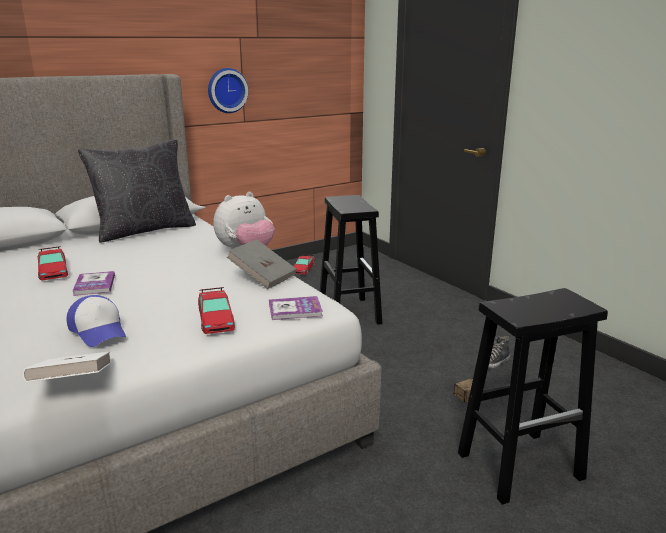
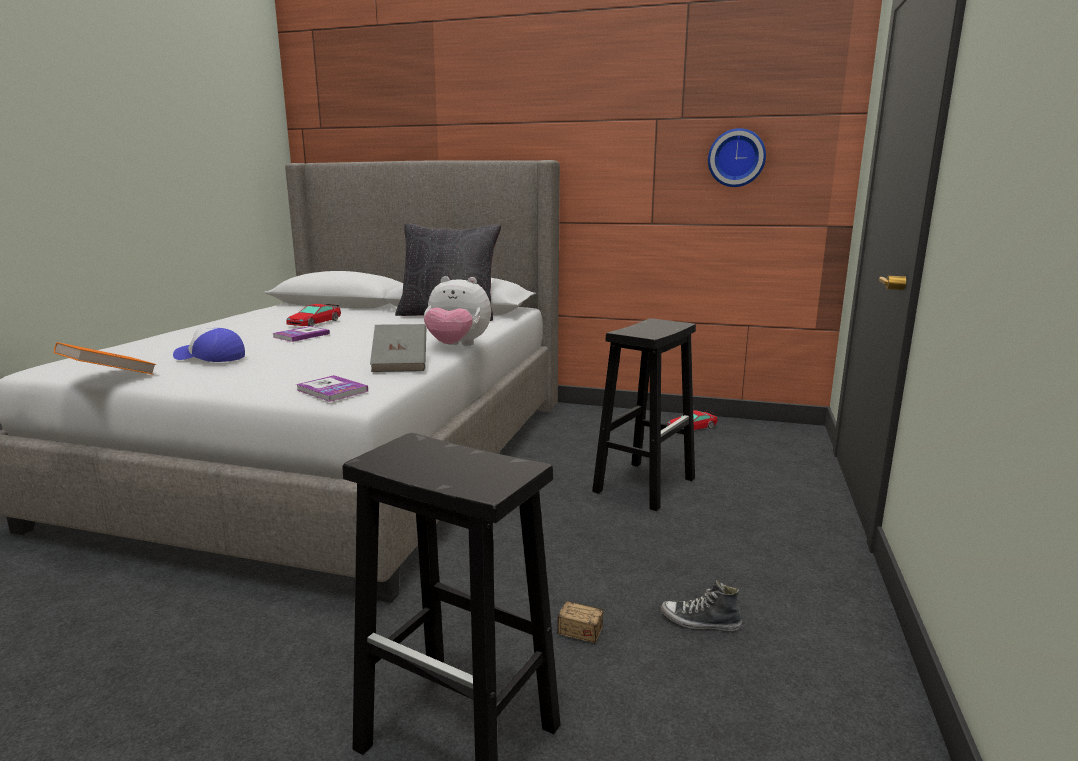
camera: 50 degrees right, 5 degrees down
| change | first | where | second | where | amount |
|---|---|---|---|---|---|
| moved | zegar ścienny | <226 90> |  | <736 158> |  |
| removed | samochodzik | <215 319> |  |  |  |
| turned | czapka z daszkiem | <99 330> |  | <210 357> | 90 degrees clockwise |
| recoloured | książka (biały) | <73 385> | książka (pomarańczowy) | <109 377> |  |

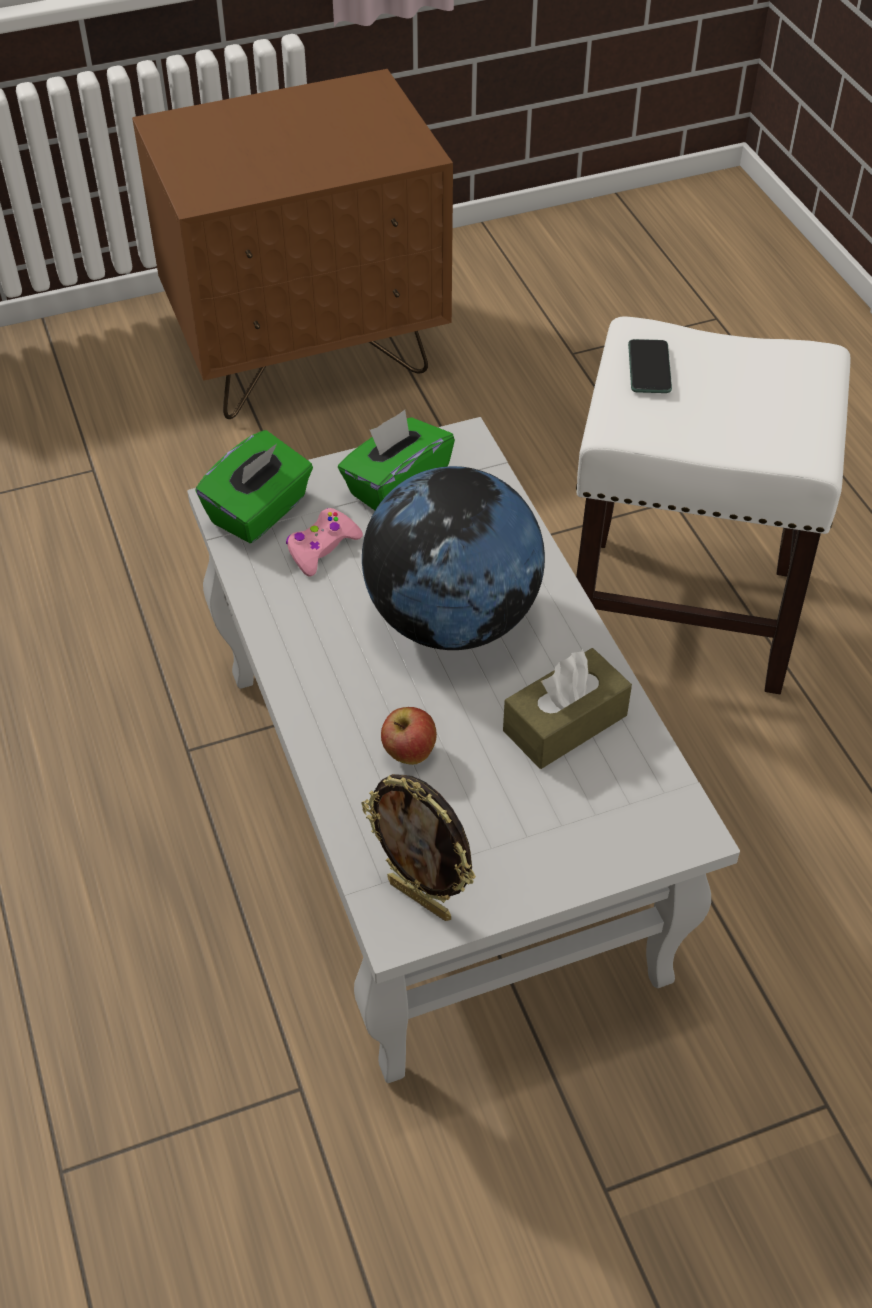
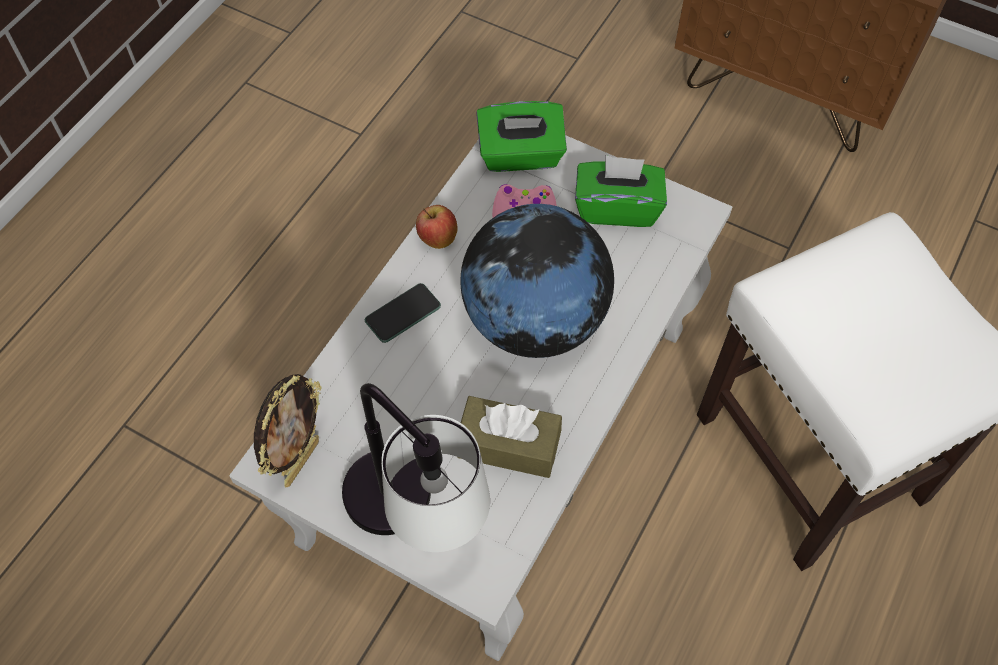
camera: 50 degrees right, 10 degrees up
| change | first | where | second | where | amount |
|---|---|---|---|---|---|
| moved | telefon | <649 368> |  | <403 314> |  |
| moved | jabłko | <409 753> |  | <437 239> |  |
| turned | ramka na zdjęcie | <421 898> |  | <300 462> | 150 degrees counterclockwise |
| added |  |  | lampa stołowa | <416 523> |  |

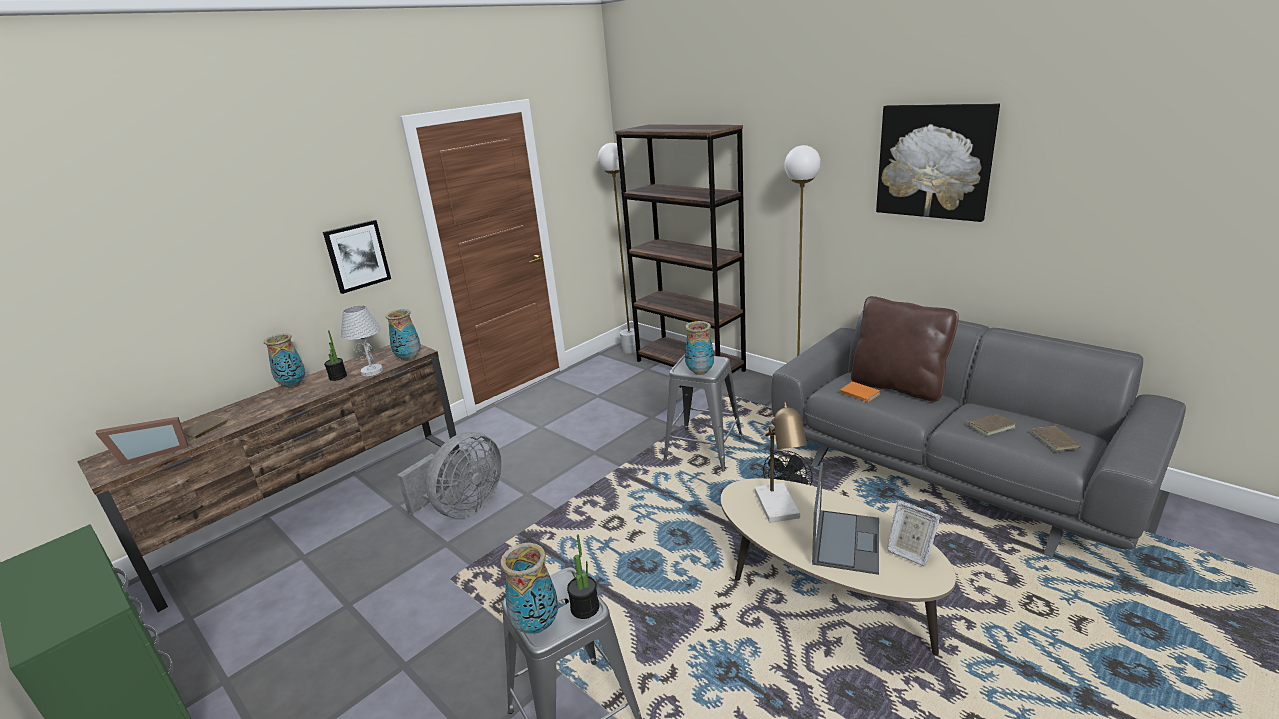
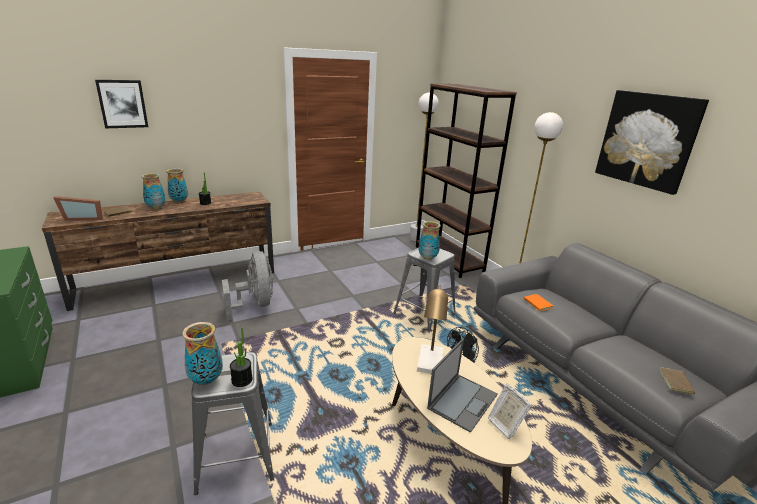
camera: 15 degrees right, 0 degrees up
| change | first | where | second | where | amount |
|---|---|---|---|---|---|
| moved | obraz | <357 256> |  | <122 104> |  |
| removed | poduszka (brązowy) | <898 386> |  |  |  |
| removed | lampa stołowa (biały) | <372 371> |  |  |  |
| moved | wazon | <408 358> |  | <156 208> |  |
| removed | książka (brązowy) | <990 426> |  |  |  |
| turned | wentylator (szary) | <463 508> |  | <255 305> | 75 degrees counterclockwise |

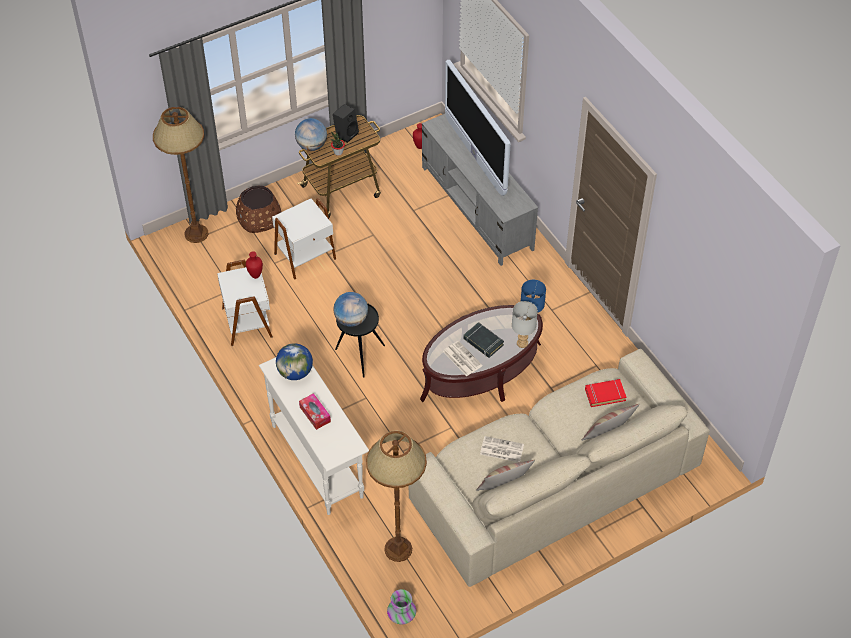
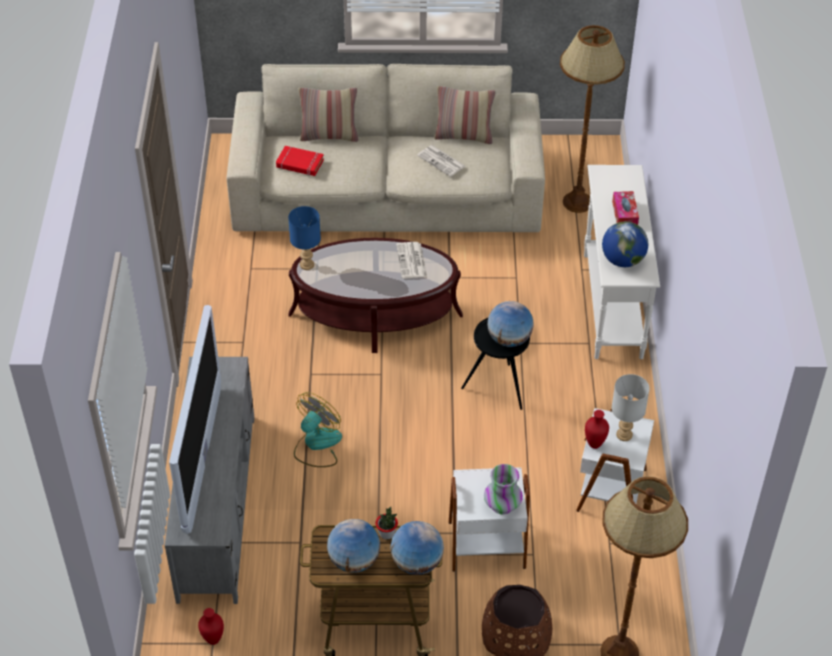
camera: 150 degrees left, 5 degrees down
| change | first | where | second | where | amount |
|---|---|---|---|---|---|
| replaced | głośnik (czarny) | <346 133> | globus | <354 561> |  |
| moved | lampa stołowa (szary) | <522 343> |  | <625 435> |  |
| removed | książka (czarny) | <483 342> |  |  |  |
| moved | wazon | <401 616> |  | <502 505> |  |
| added |  |  | wentylator | <317 445> |  |

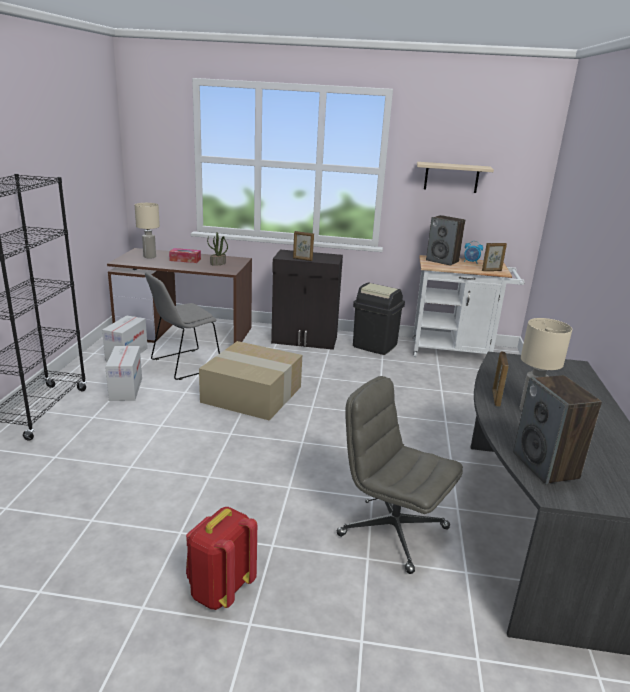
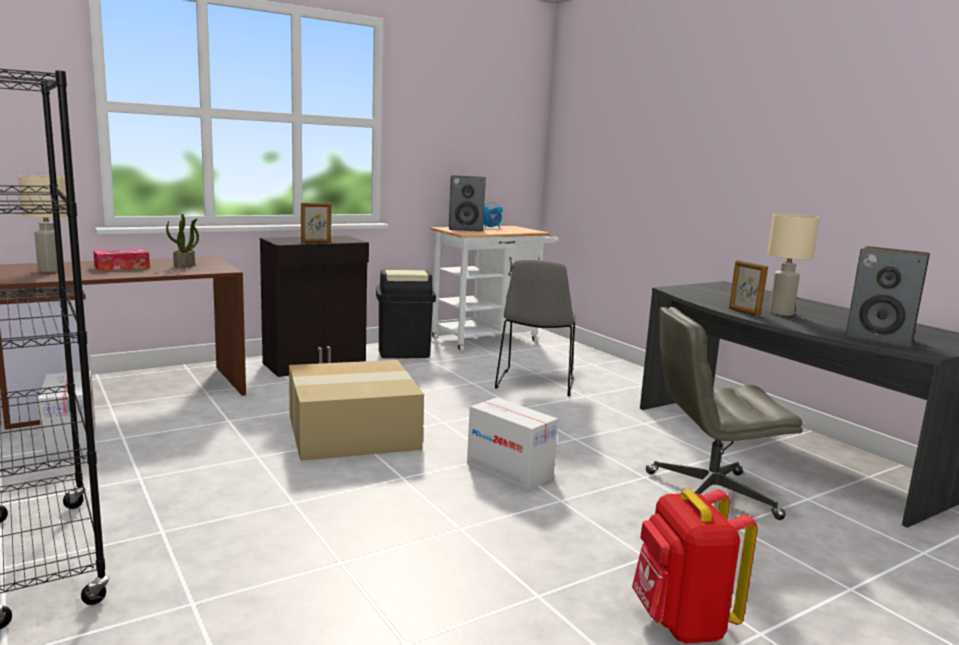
camera: 40 degrees left, 10 degrees down
| change | first | where | second | where | amount |
|---|---|---|---|---|---|
| removed | półka (beżowy) | <451 177> |  |  |  |
| removed | ramka na zdjęcie | <492 270> |  |  |  |
| moved | krzesło (szary) | <183 365> |  | <535 384> |  |
| moved | karton | <126 389> |  | <509 471> |  |

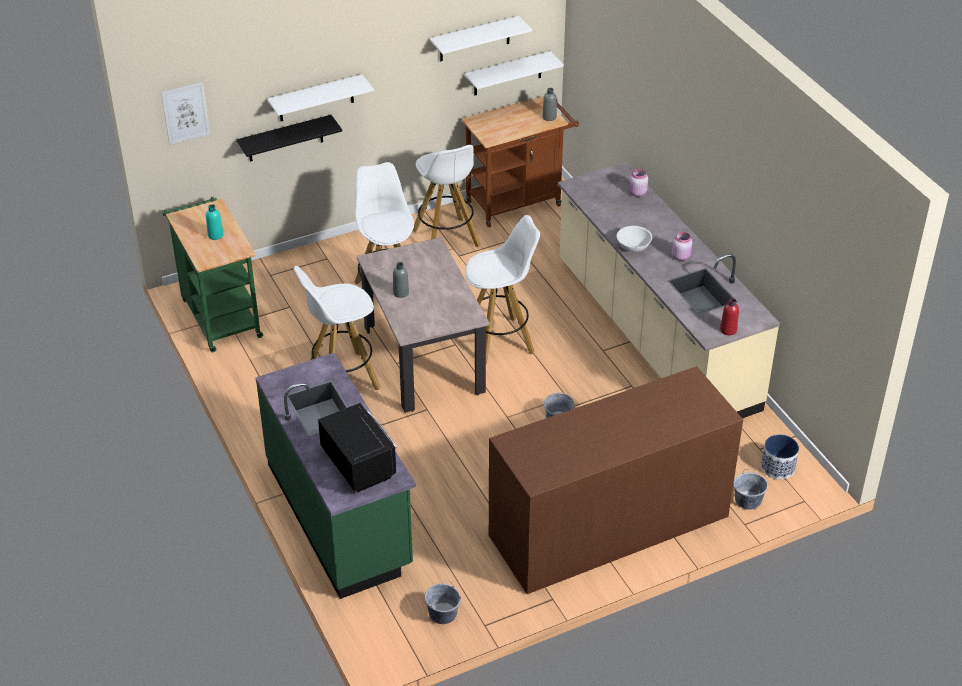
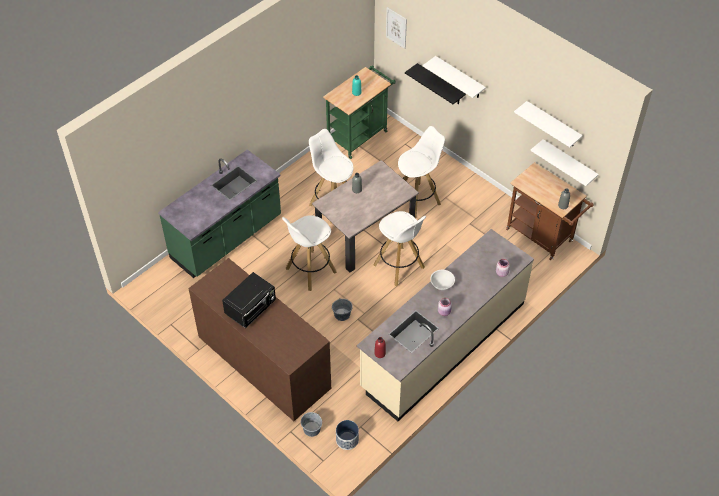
camera: 70 degrees right, 10 degrees up
| change | first | where | second | where | amount |
|---|---|---|---|---|---|
| moved | stołek (biały) | <446 239> |  | <310 271> |  |
| moved | mikrofalówka (czarny) | <358 463> |  | <251 309> |  |
| removed | wiadro (szary) | <442 613> |  |  |  |

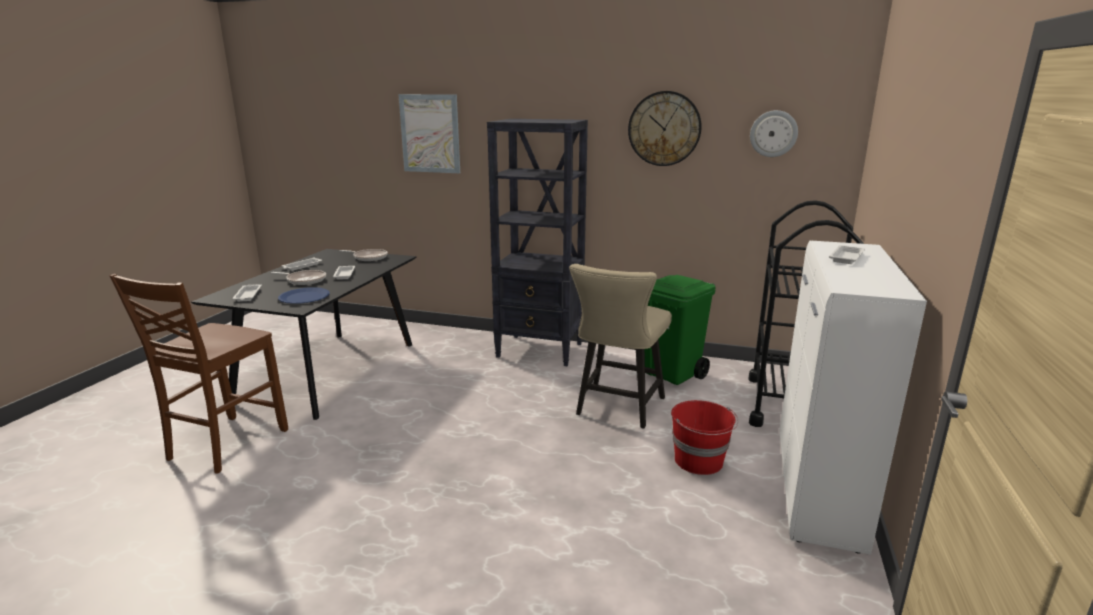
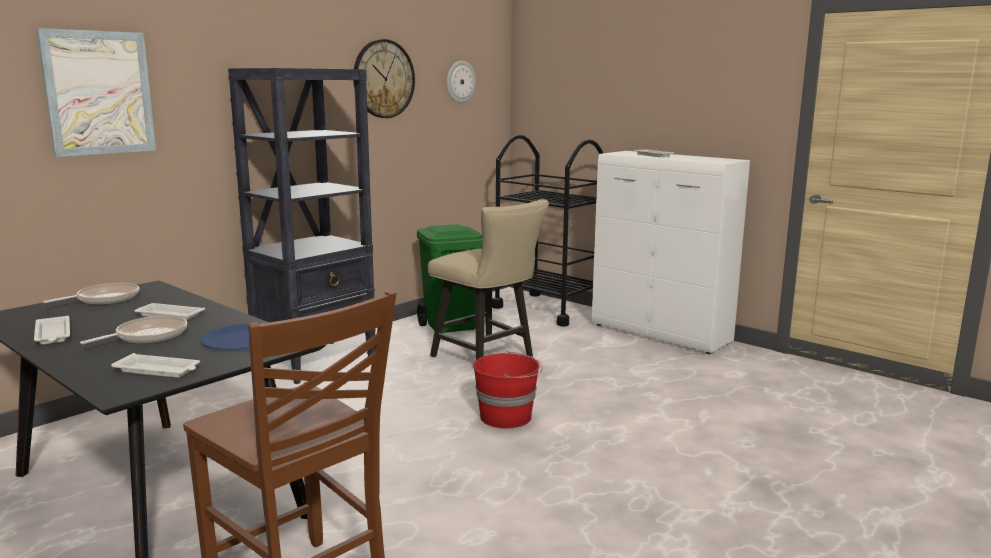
camera: 65 degrees left, 5 degrees down
| change | first | where | second | where | amount |
|---|---|---|---|---|---|
| moved | wiadro (czerwony) | <699 461> |  | <507 417> |  |

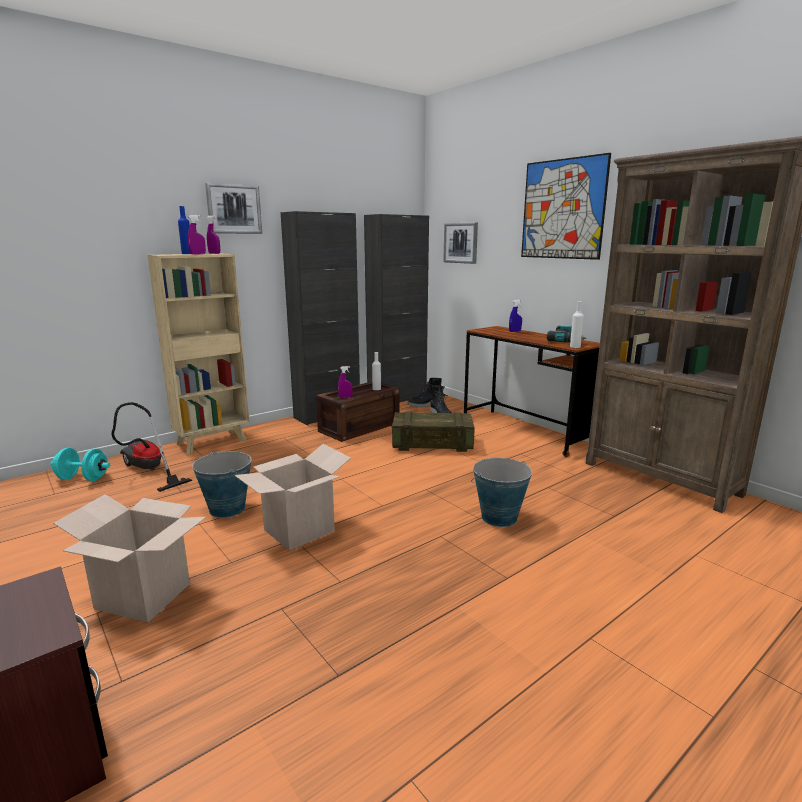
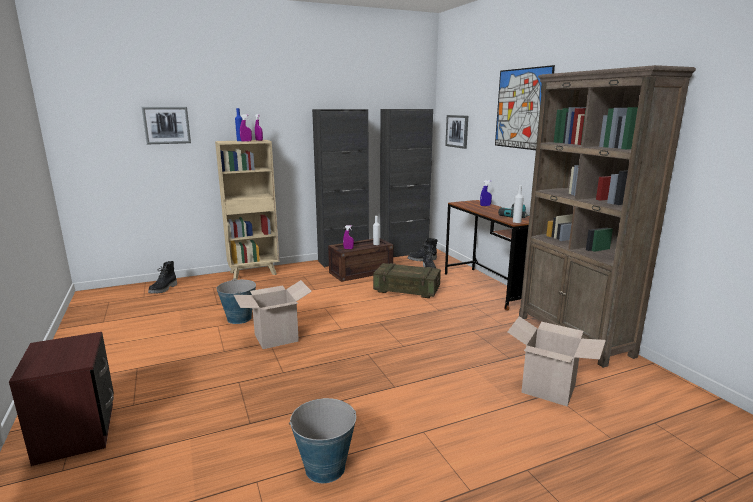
camera: 15 degrees right, 0 degrees up
| change | first | where | second | where | amount |
|---|---|---|---|---|---|
| moved | obraz | <234 209> |  | <166 125> |  |
| removed | odkurzacz | <148 470> |  |  |  |
| replaced | hantel (turkusowy) | <83 478> | but z cholewką (czarny) | <164 289> |  |
| moved | wiadro | <498 517> |  | <324 468> |  |
| moved | karton | <143 596> |  | <548 389> |  |

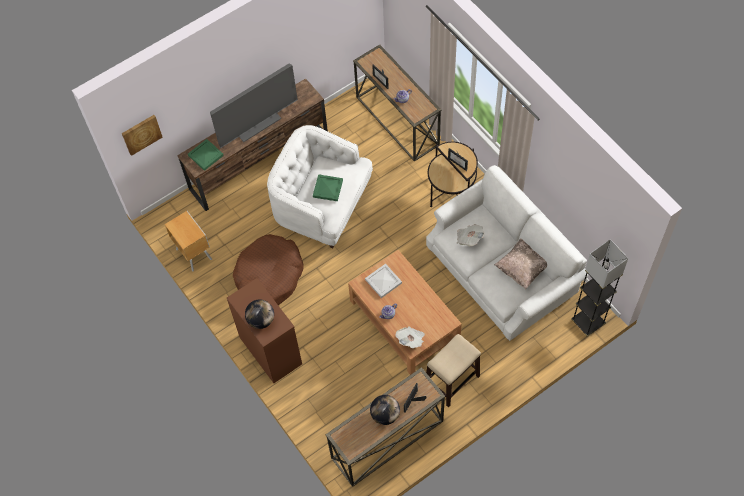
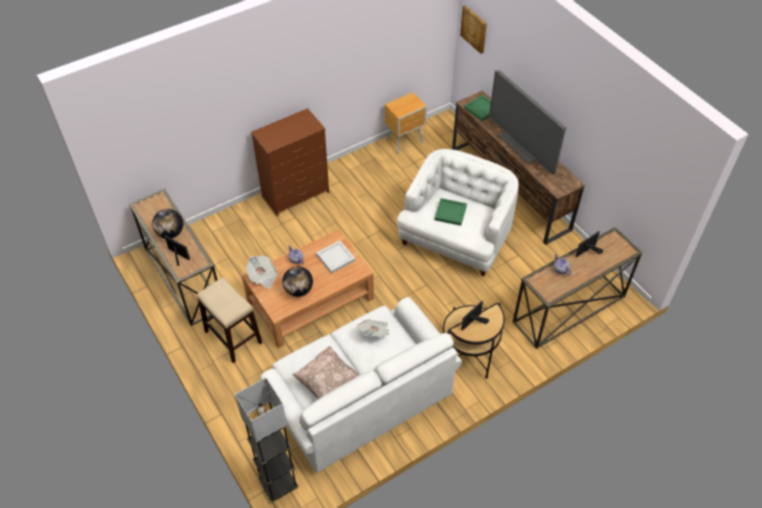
camera: 90 degrees right, 10 degrees down
| change | first | where | second | where | amount |
|---|---|---|---|---|---|
| removed | legowisko (brązowy) | <269 276> |  |  |  |
| moved | globus | <261 320> |  | <298 290> |  |

